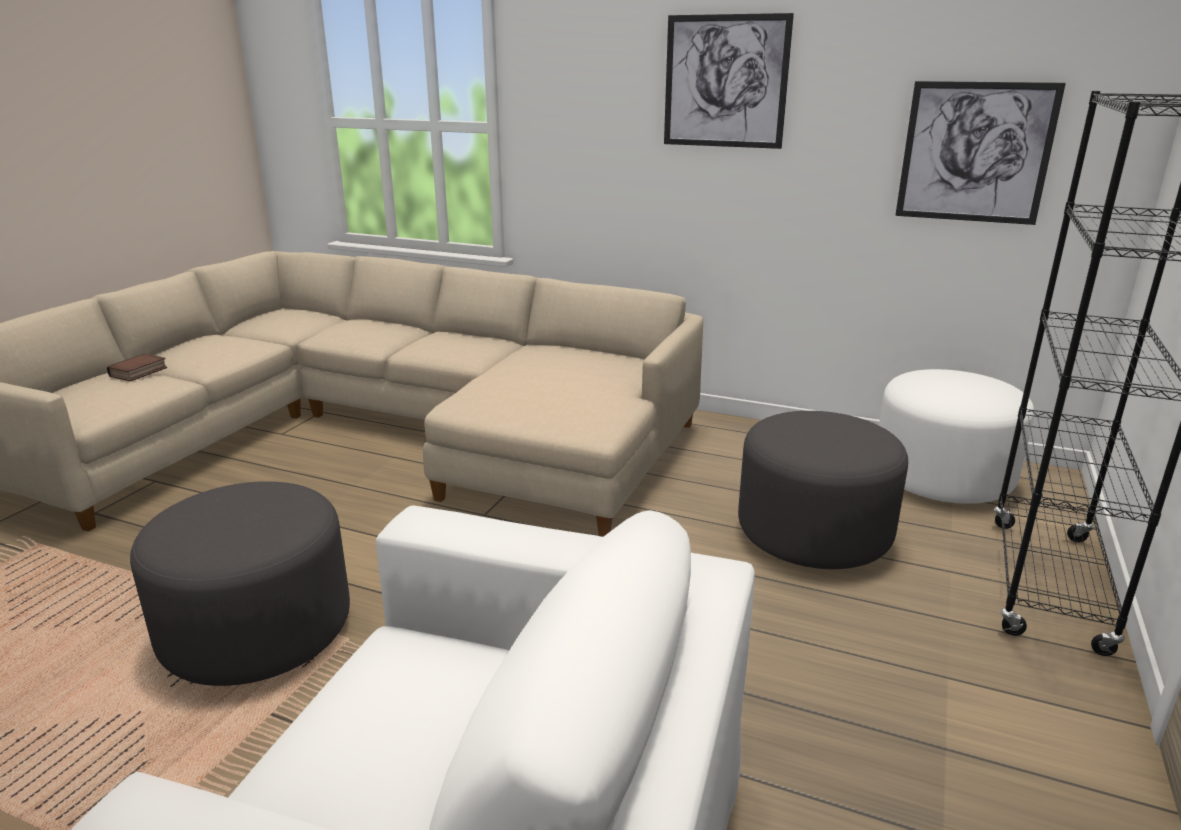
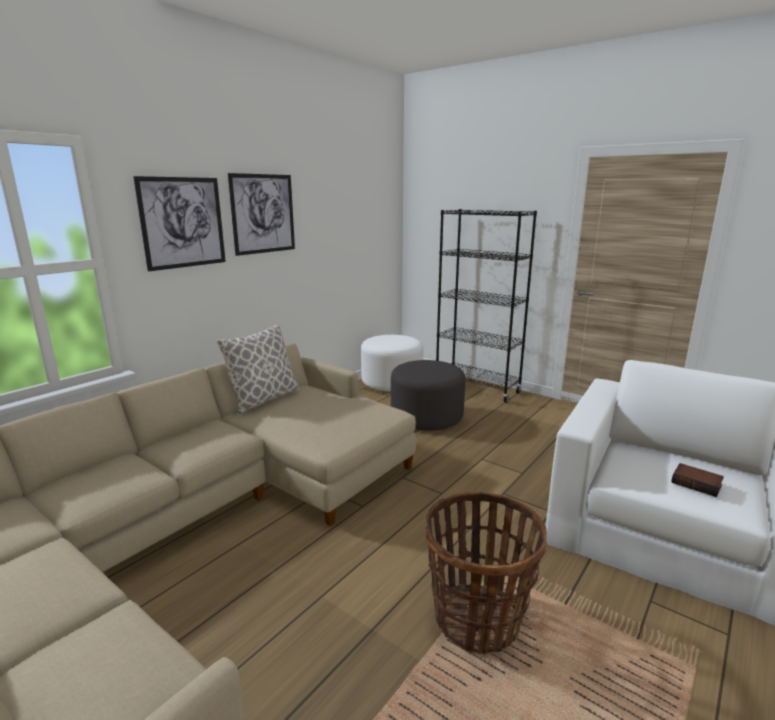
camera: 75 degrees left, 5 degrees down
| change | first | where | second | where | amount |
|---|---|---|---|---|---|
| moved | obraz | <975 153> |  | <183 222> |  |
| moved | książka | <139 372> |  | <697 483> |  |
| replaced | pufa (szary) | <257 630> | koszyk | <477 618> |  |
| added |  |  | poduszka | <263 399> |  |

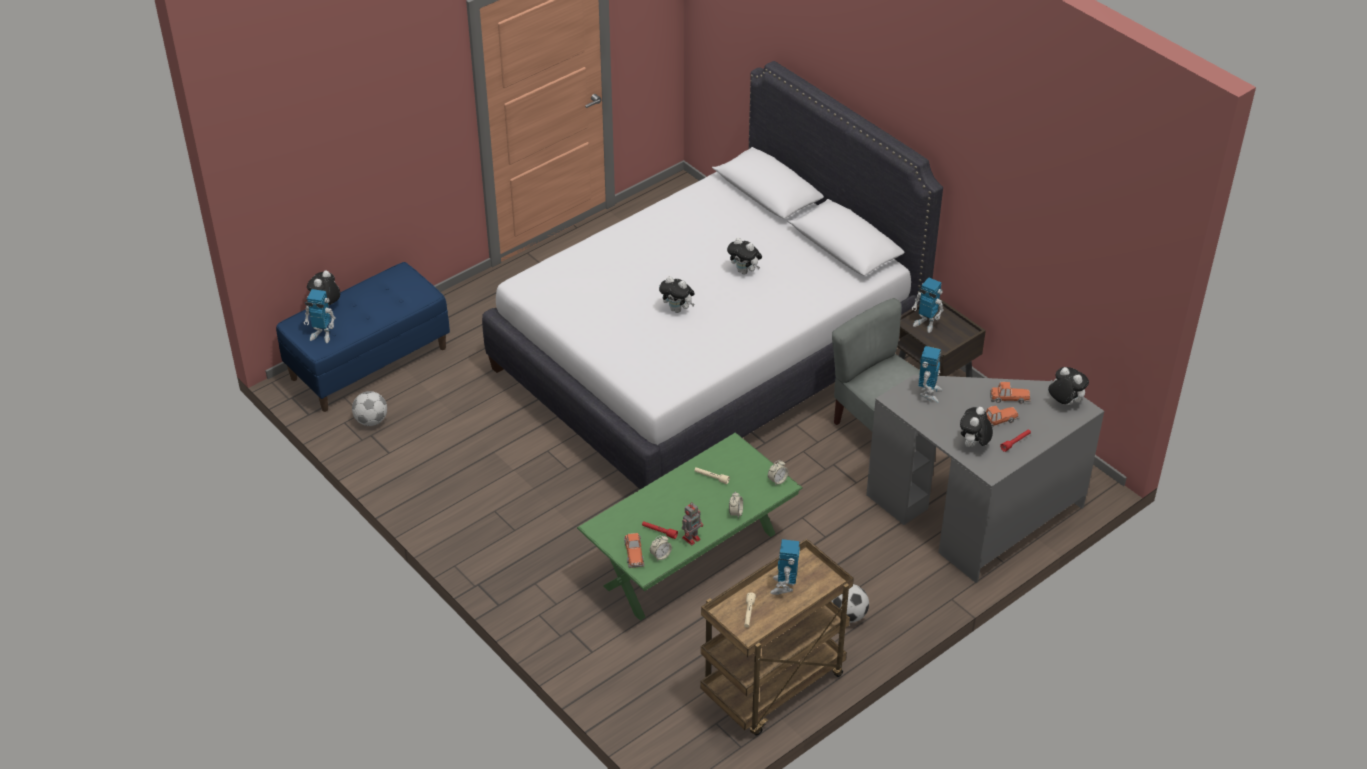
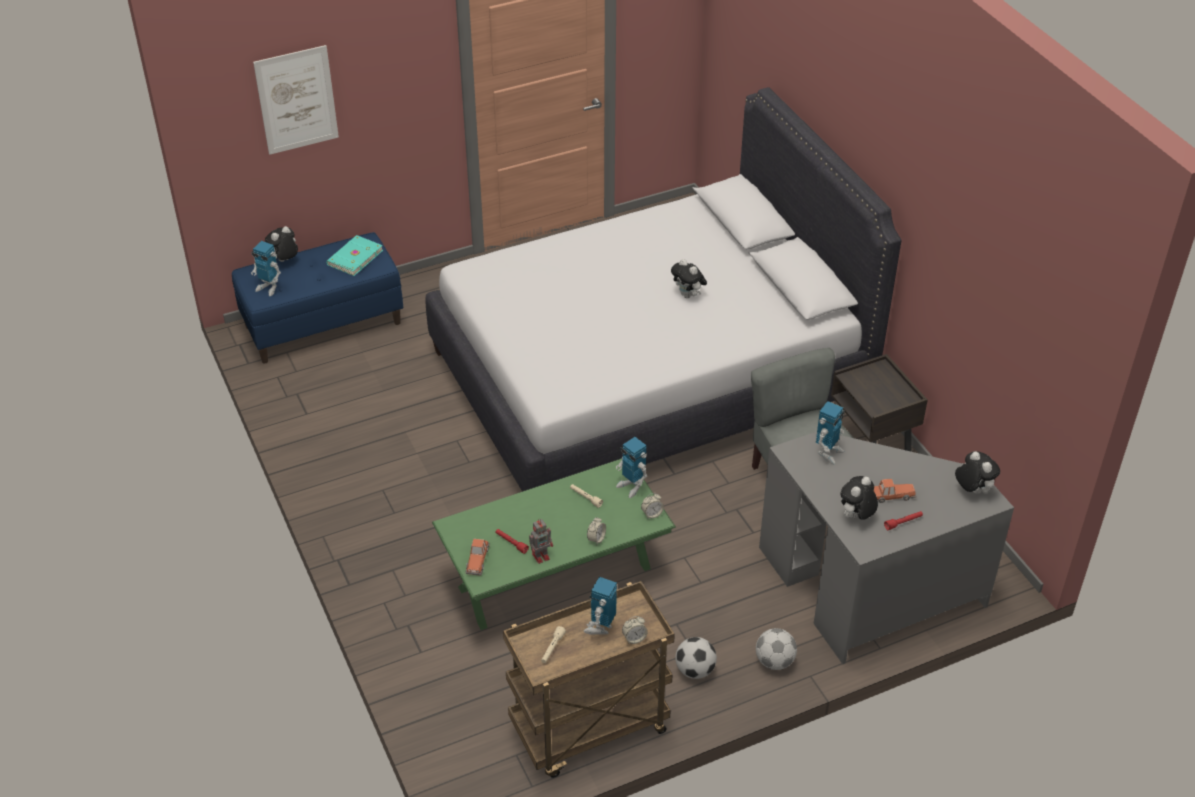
camera: 15 degrees right, 0 degrees up
| change | first | where | second | where | amount |
|---|---|---|---|---|---|
| removed | pluszak | <677 309> |  |  |  |
| moved | robot zabawkowy | <925 323> |  | <631 486> |  |
| removed | samochodzik | <1009 397> |  |  |  |
| moved | piłka futbolowa | <371 420> |  | <774 661> |  |
| moved | budzik | <660 555> |  | <634 638> |  |
| added |  |  | obraz | <296 100> |  |
| added |  |  | książka (turkusowy) | <354 257> |  |

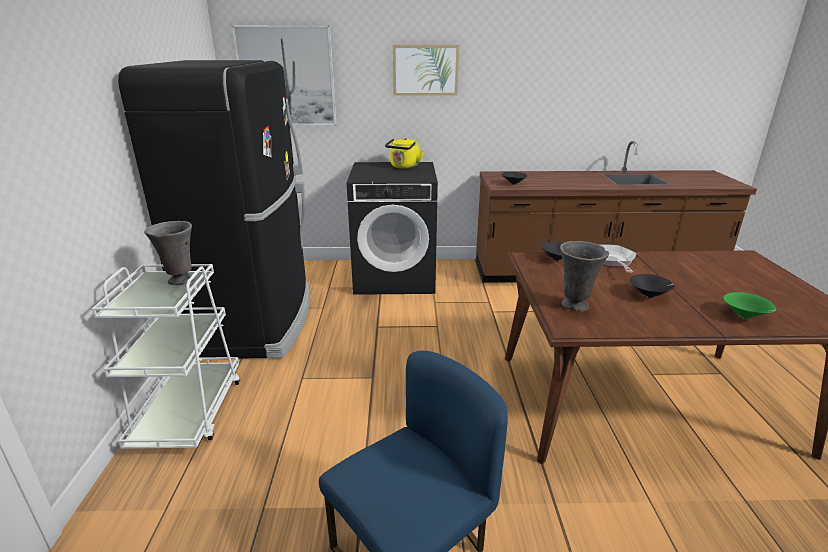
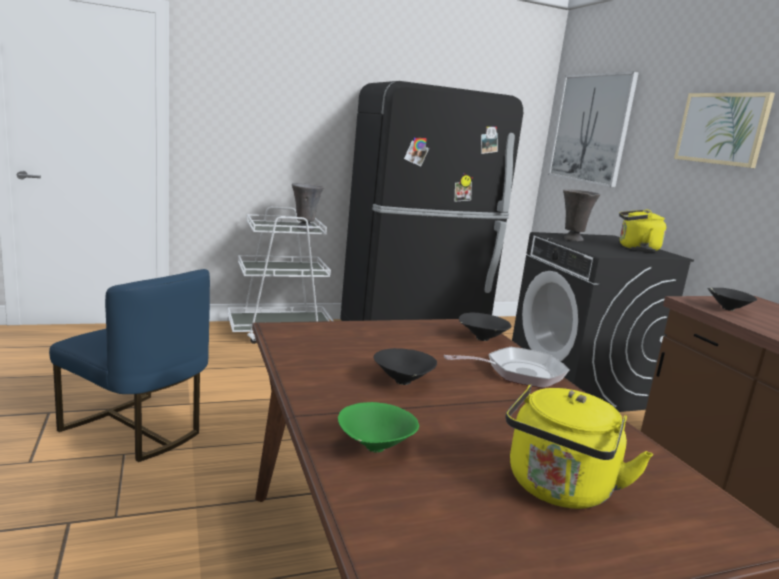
camera: 70 degrees right, 10 degrees down
| change | first | where | second | where | amount |
|---|---|---|---|---|---|
| moved | wazon (szary) | <575 306> |  | <572 239> |  |
| added |  |  | czajnik (żółty) | <558 490> |  |

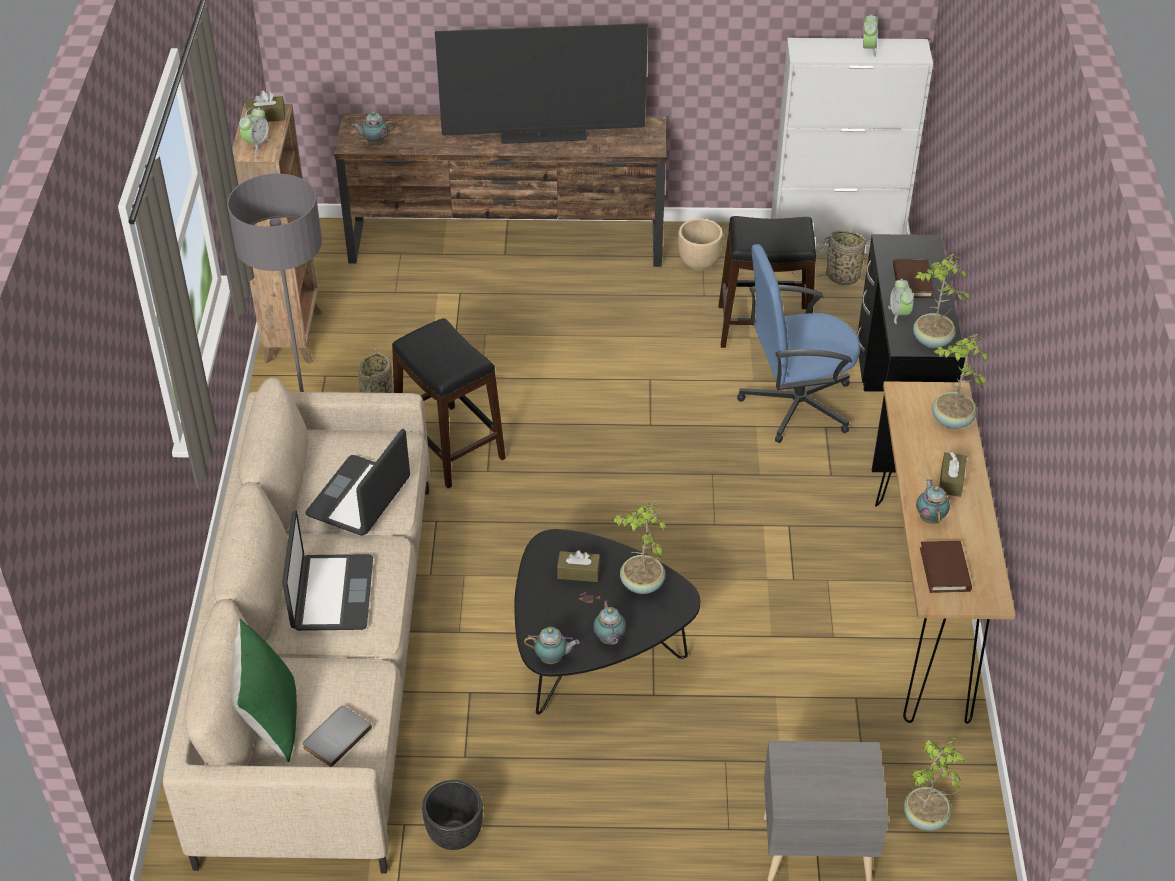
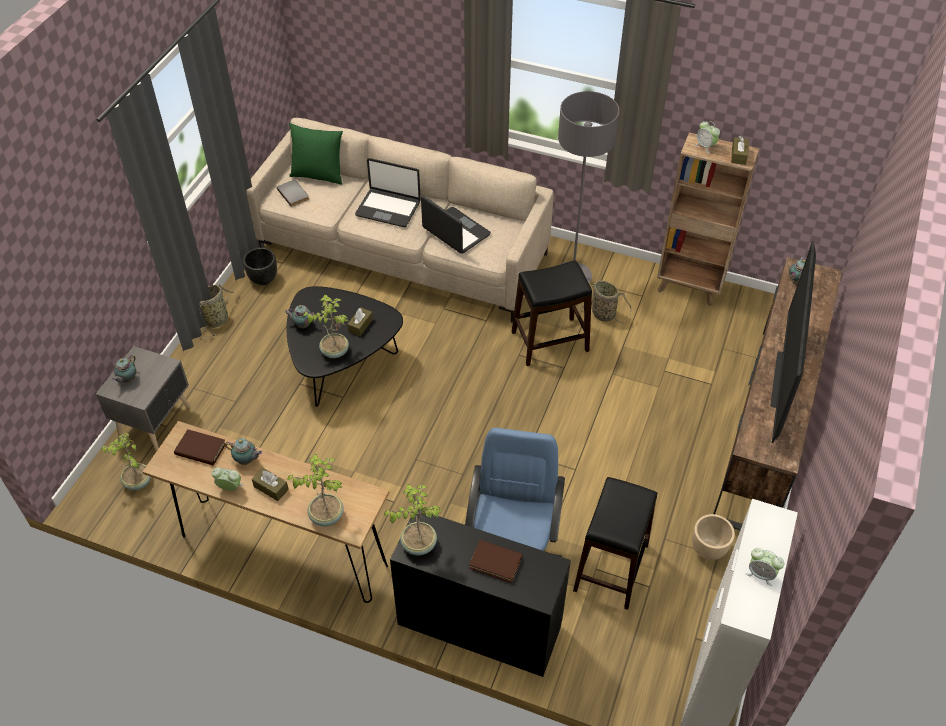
camera: 110 degrees right, 5 degrees up
| change | first | where | second | where | amount |
|---|---|---|---|---|---|
| moved | koszyk | <839 278> |  | <217 319> |  |
| moved | budzik | <899 314> |  | <230 488> |  |
| moved | imbryk | <552 659> |  | <127 379> |  |

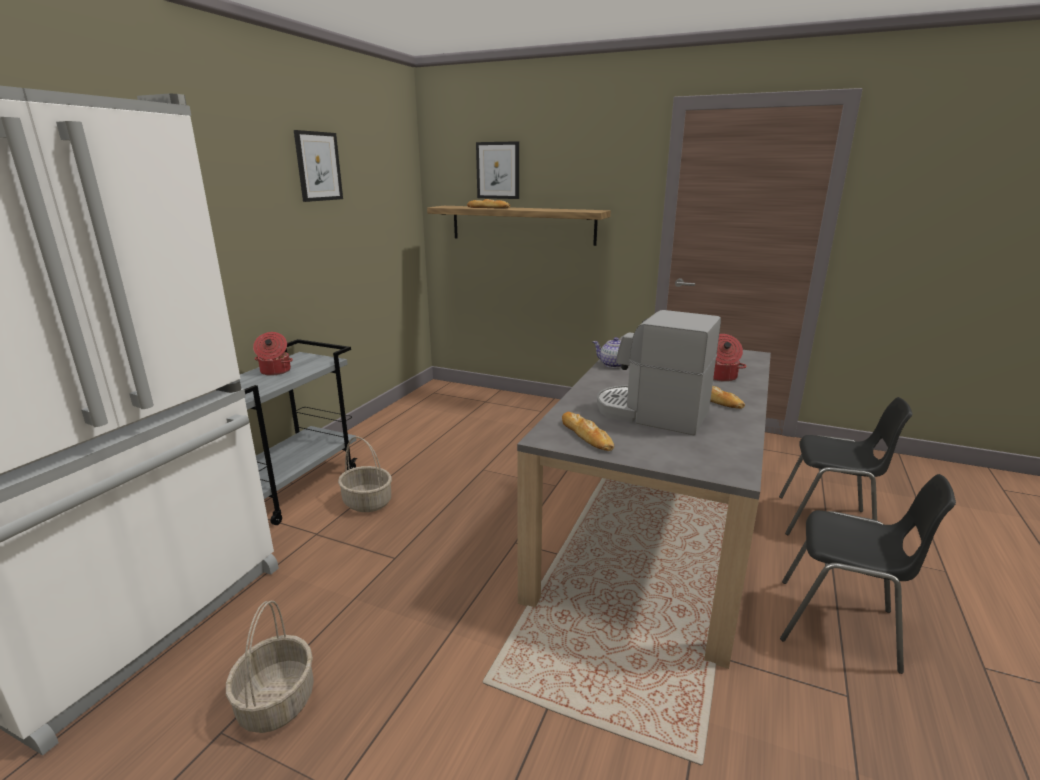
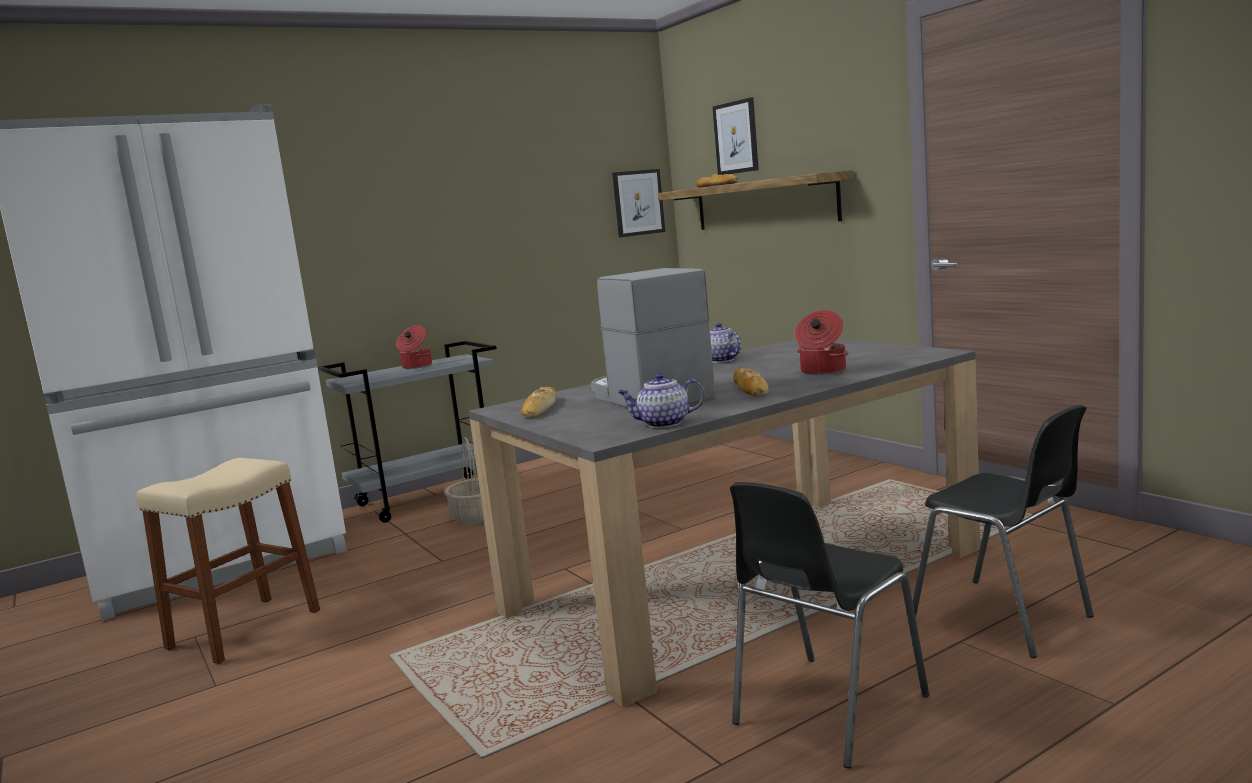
camera: 35 degrees right, 10 degrees down
| change | first | where | second | where | amount |
|---|---|---|---|---|---|
| moved | obraz | <318 166> |  | <638 203> |  |
| turned | krzesło (czarny) | <840 626> |  | <825 711> | 75 degrees clockwise |
| replaced | koszyk | <276 701> | stołek (beżowy) | <244 629> |  |
| added |  |  | imbryk | <663 423> |  |

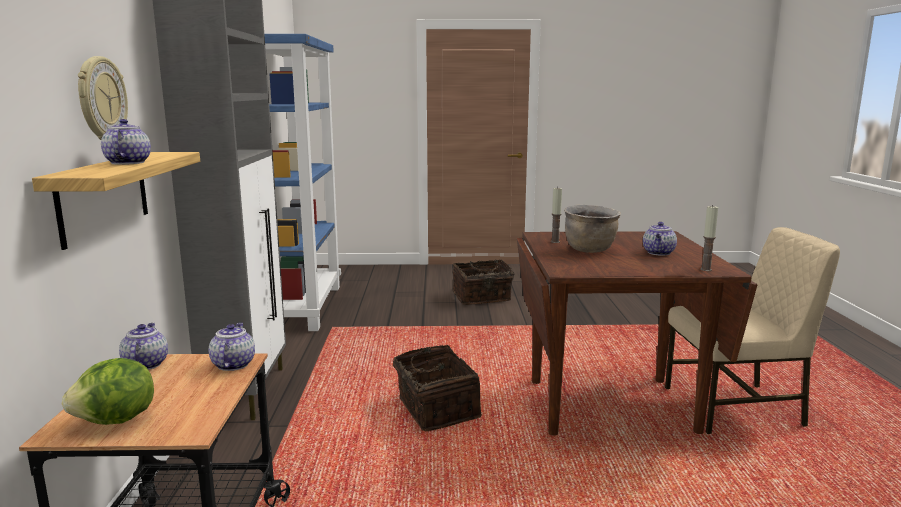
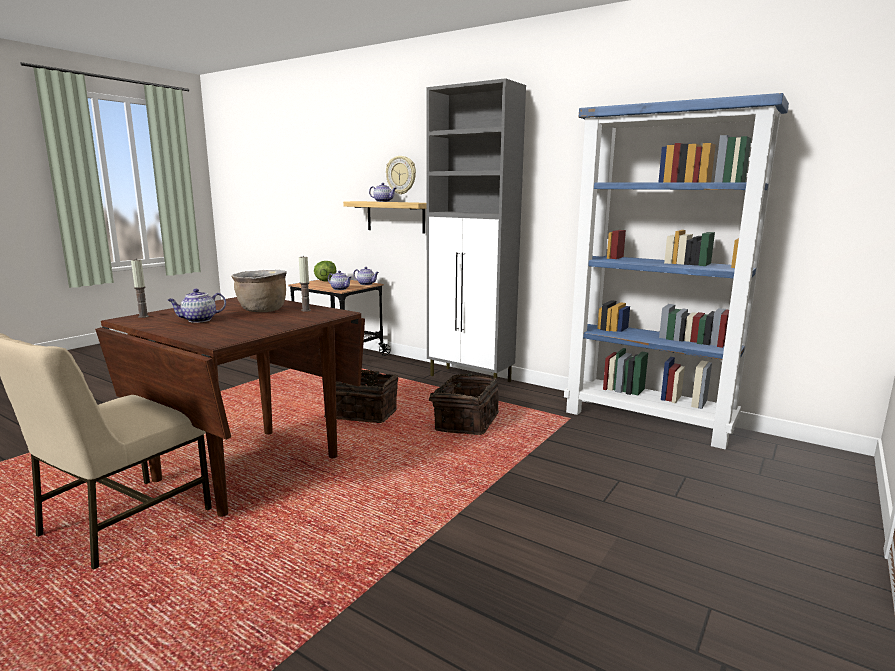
camera: 125 degrees right, 0 degrees up
| change | first | where | second | where | amount |
|---|---|---|---|---|---|
| turned | imbryk | <659 253> |  | <198 320> | 90 degrees counterclockwise |
| moved | koszyk | <482 297> |  | <464 422> |  |

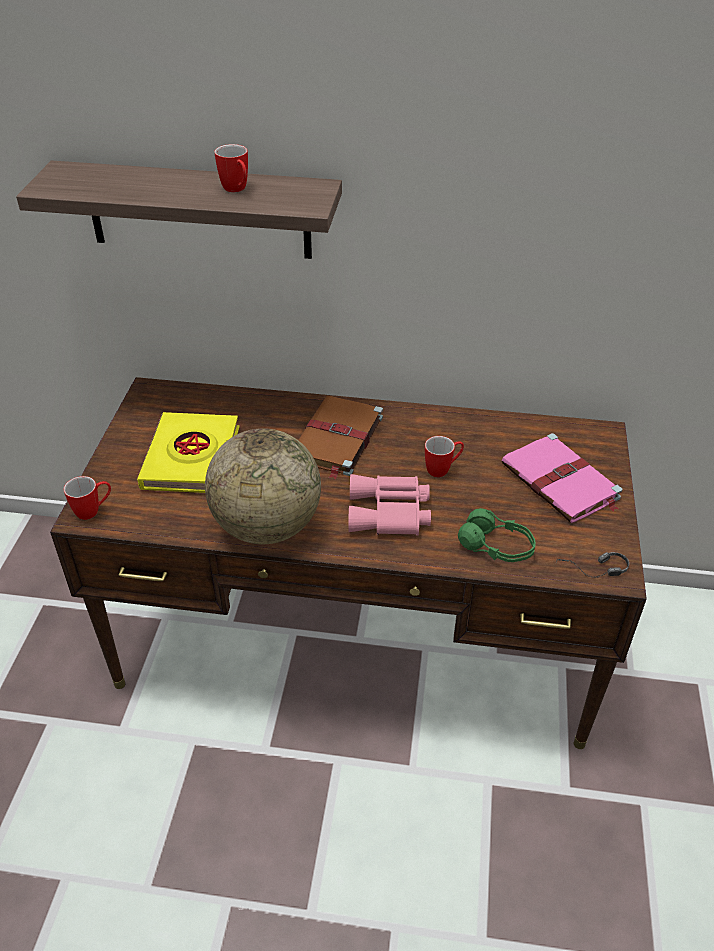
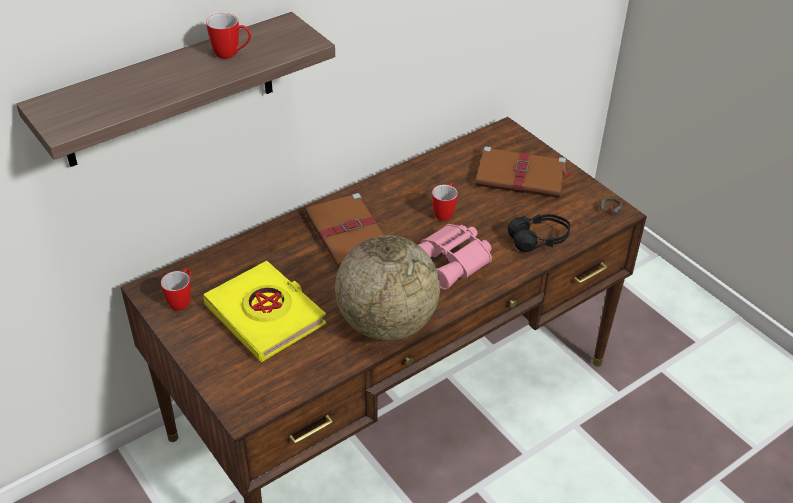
camera: 45 degrees left, 0 degrees up
| change | first | where | second | where | amount |
|---|---|---|---|---|---|
| recoloured | książka (różowy) | <561 482> | książka (brązowy) | <522 176> |  |
| moved | kubek | <93 511> |  | <182 300> |  |
| recoloured | słuchawki (zielony) | <496 547> | słuchawki (czarny) | <539 240> |  |

